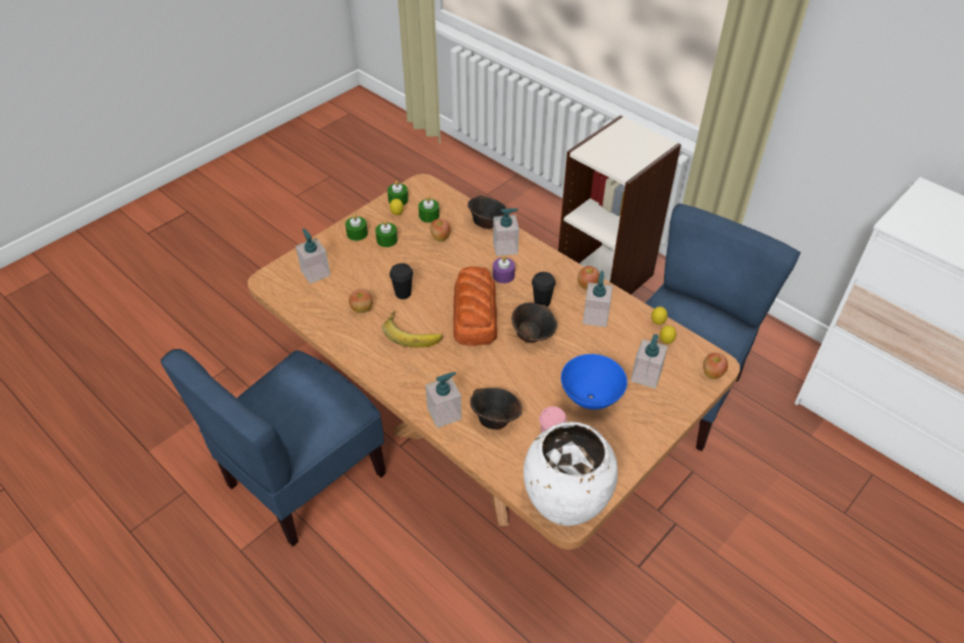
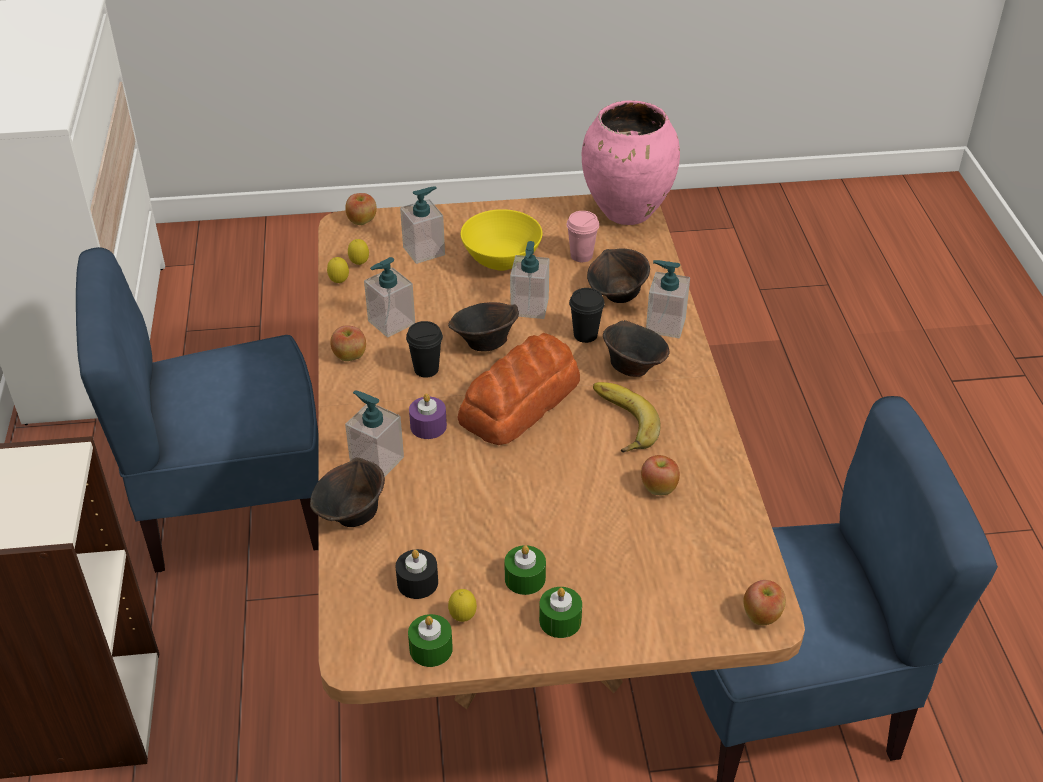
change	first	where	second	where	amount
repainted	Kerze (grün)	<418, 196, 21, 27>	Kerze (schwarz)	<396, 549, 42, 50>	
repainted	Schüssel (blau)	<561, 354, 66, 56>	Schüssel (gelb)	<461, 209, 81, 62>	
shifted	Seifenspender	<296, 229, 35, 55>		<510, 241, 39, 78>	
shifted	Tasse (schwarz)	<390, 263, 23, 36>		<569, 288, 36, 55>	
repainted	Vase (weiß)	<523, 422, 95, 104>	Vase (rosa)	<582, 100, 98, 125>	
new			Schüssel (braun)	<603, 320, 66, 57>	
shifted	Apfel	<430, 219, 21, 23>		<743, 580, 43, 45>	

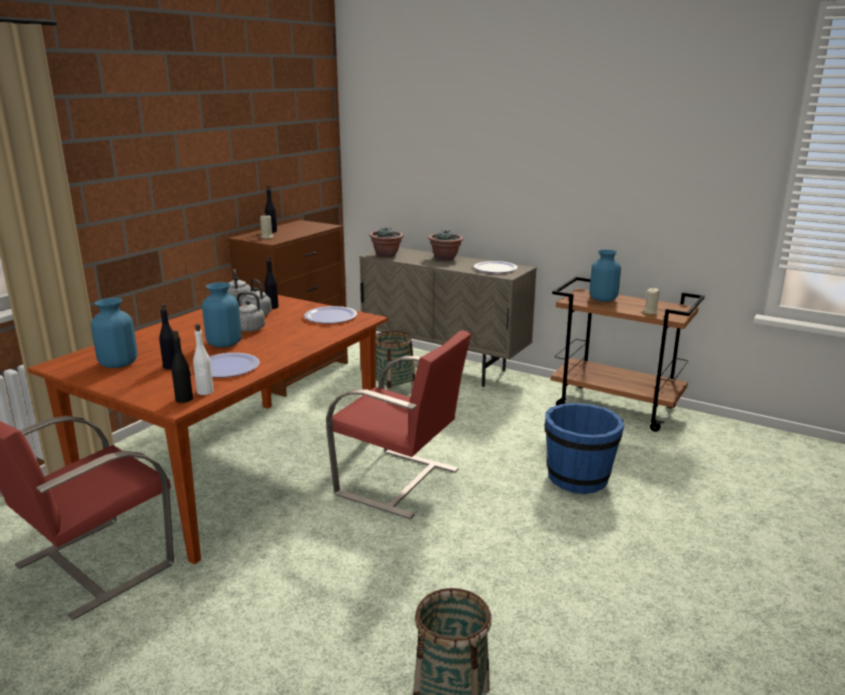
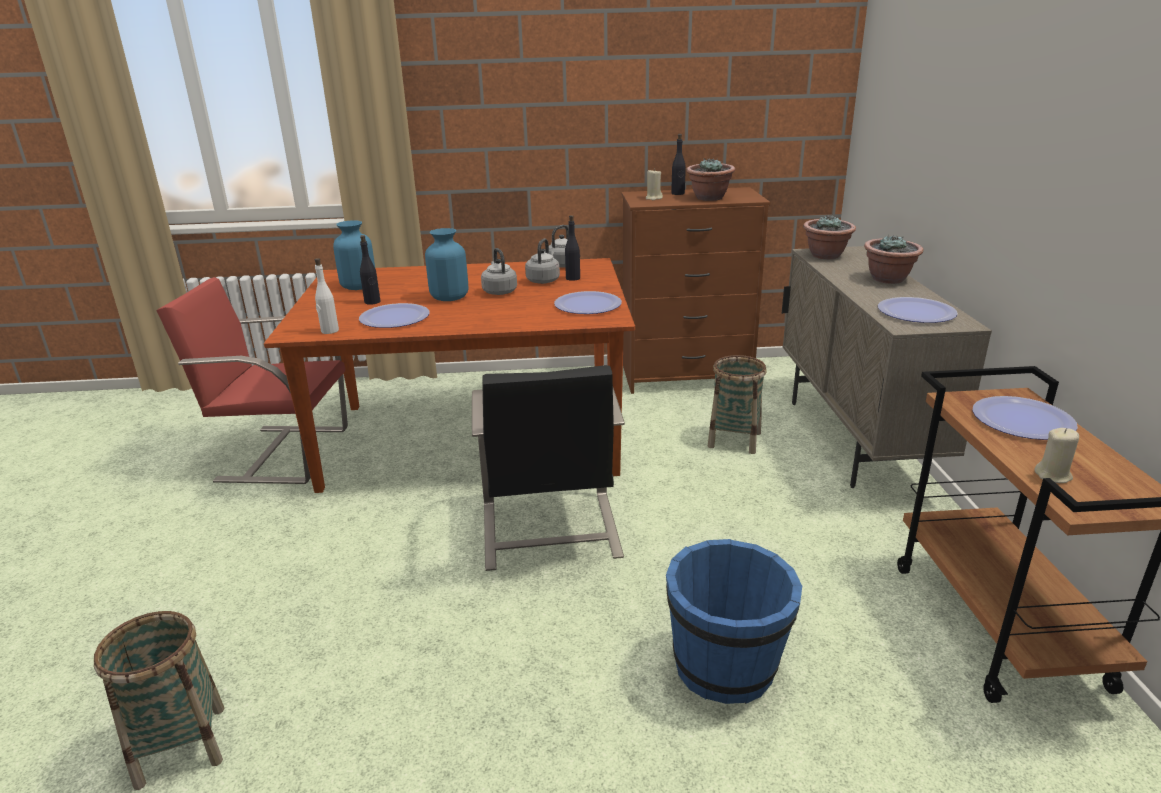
change	first	where	second	where	amount
repainted	Stuhl (rot)	<326, 330, 145, 189>	Stuhl (schwarz)	<472, 365, 153, 206>	
new			Topfpflanze	<686, 158, 49, 43>	
swapped	Vase (blau)	<589, 250, 32, 52>	Teller	<972, 396, 106, 44>	
gone	Flasche (schwarz)	<172, 330, 21, 73>			

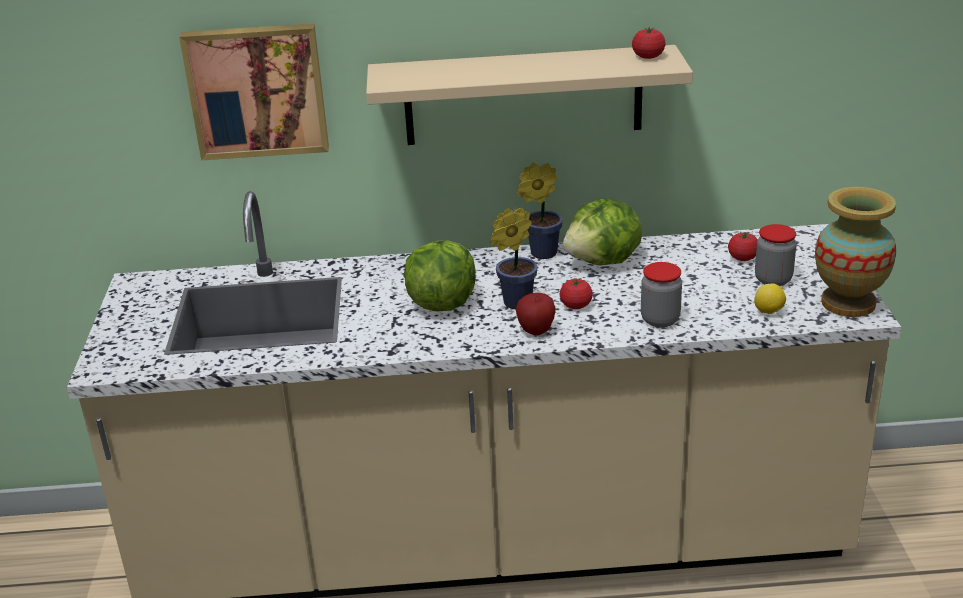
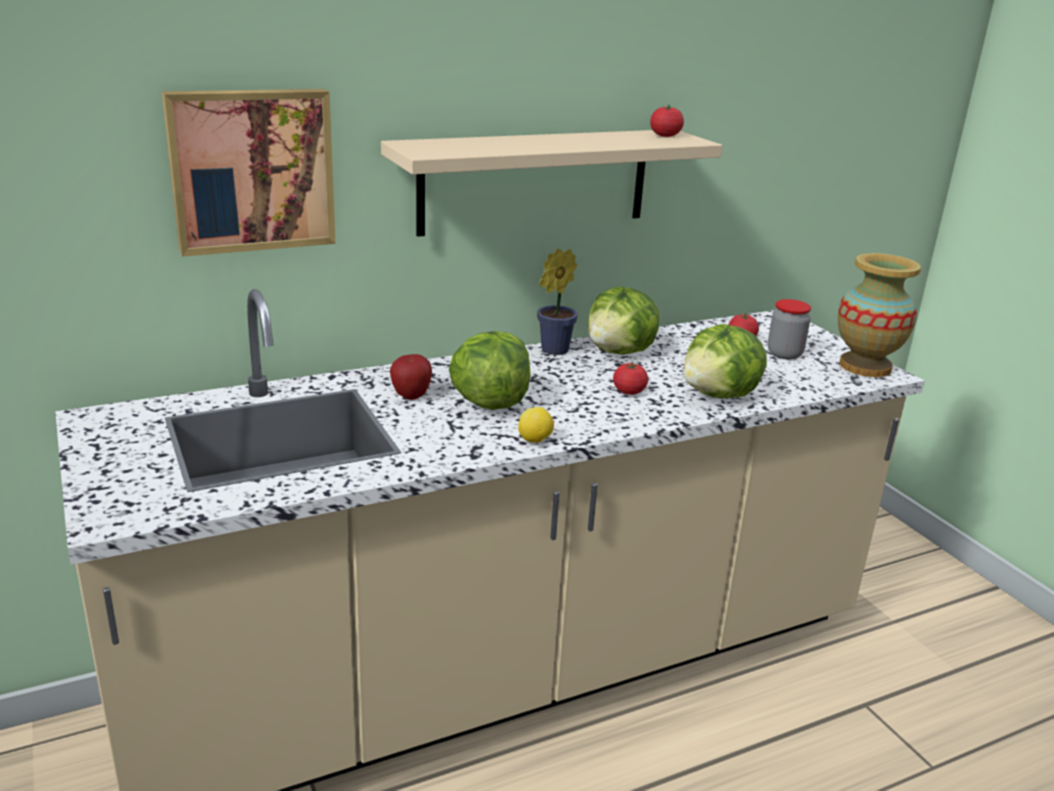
change	first	where	second	where	amount
shifted	Apfel	<516, 293, 40, 42>		<390, 354, 42, 46>	
shifted	Zitrone	<754, 283, 32, 31>		<518, 407, 36, 36>	
swapped	Vorratsglas	<641, 262, 41, 65>	Salatkopf	<683, 324, 84, 75>	
gone	Topfpflanze	<491, 208, 47, 101>			

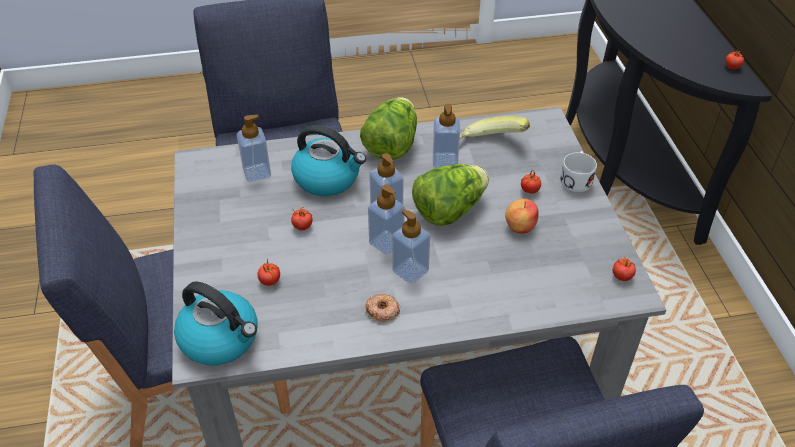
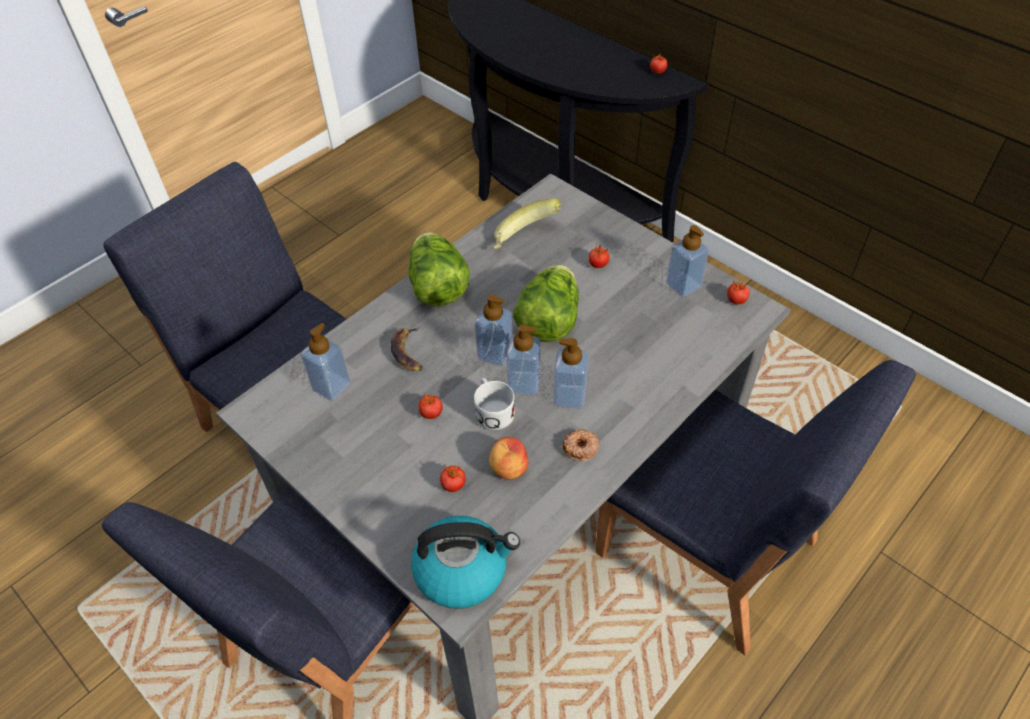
change	first	where	second	where	amount
swapped	Wasserkessel	<291, 125, 75, 71>	Banane	<391, 327, 32, 44>	
shifted	Henkelbecher (weiß)	<560, 151, 37, 41>		<474, 378, 41, 52>	
shifted	Apfel	<505, 199, 34, 35>		<489, 437, 40, 43>	
shifted	Seifenspender	<433, 104, 27, 64>		<666, 225, 43, 72>	

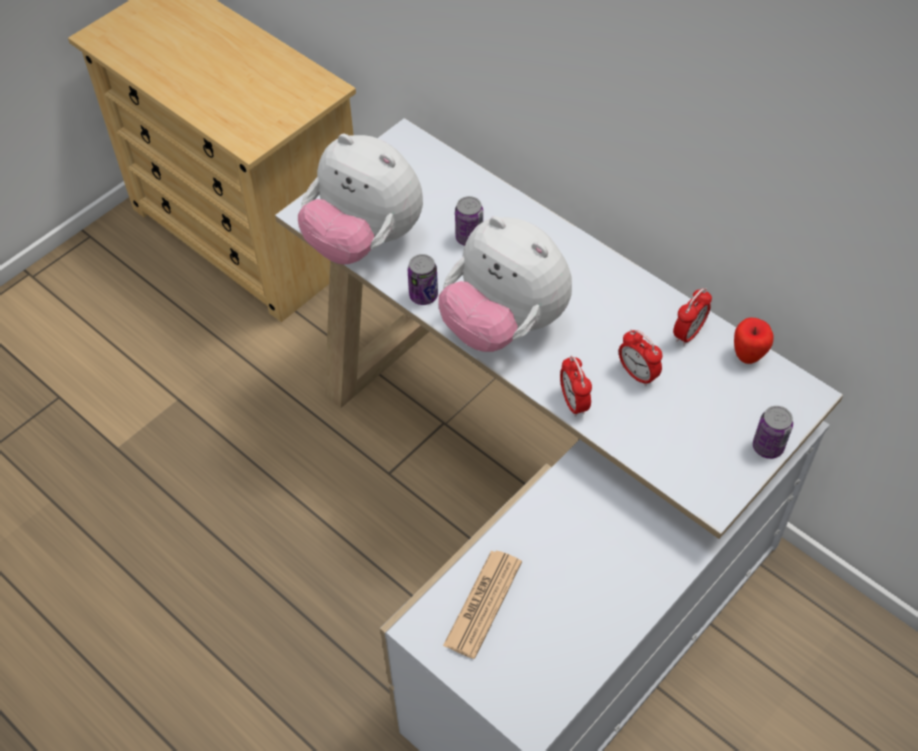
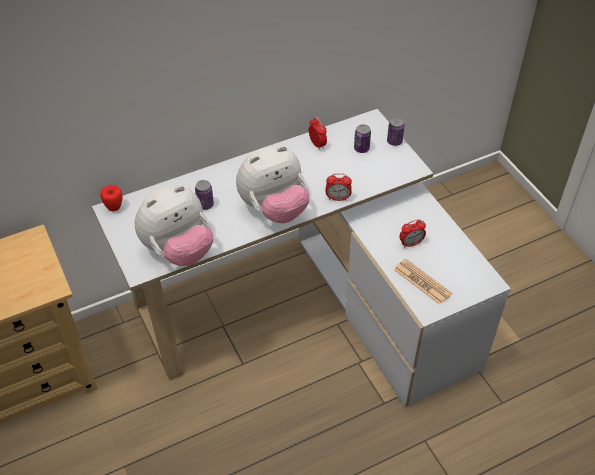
change	first	where	second	where	amount
shifted	Apfel	<734, 317, 40, 47>		<100, 185, 22, 26>	
shifted	Dose	<408, 254, 30, 51>		<354, 124, 17, 29>	
shifted	Wecker	<619, 330, 43, 56>		<399, 219, 27, 29>	

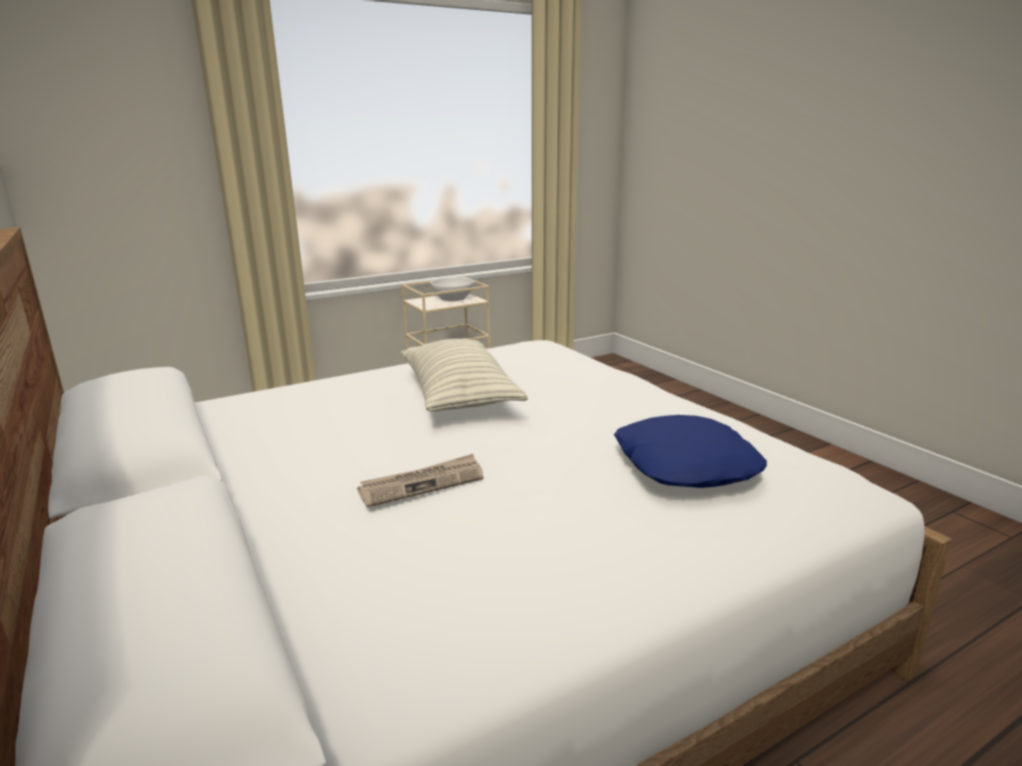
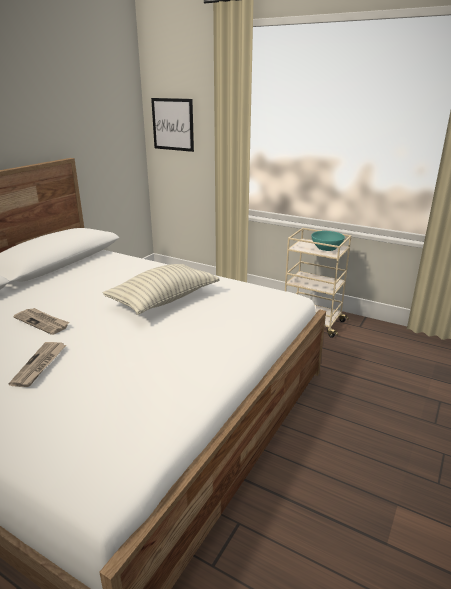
change	first	where	second	where	amount
new			Zeitung	<9, 342, 57, 45>	
new			Bild	<151, 98, 43, 54>	
repainted	Schüssel (weiß)	<431, 277, 43, 24>	Schüssel (türkis)	<311, 231, 34, 20>	
gone	Kissen (blau)	<614, 415, 153, 73>			

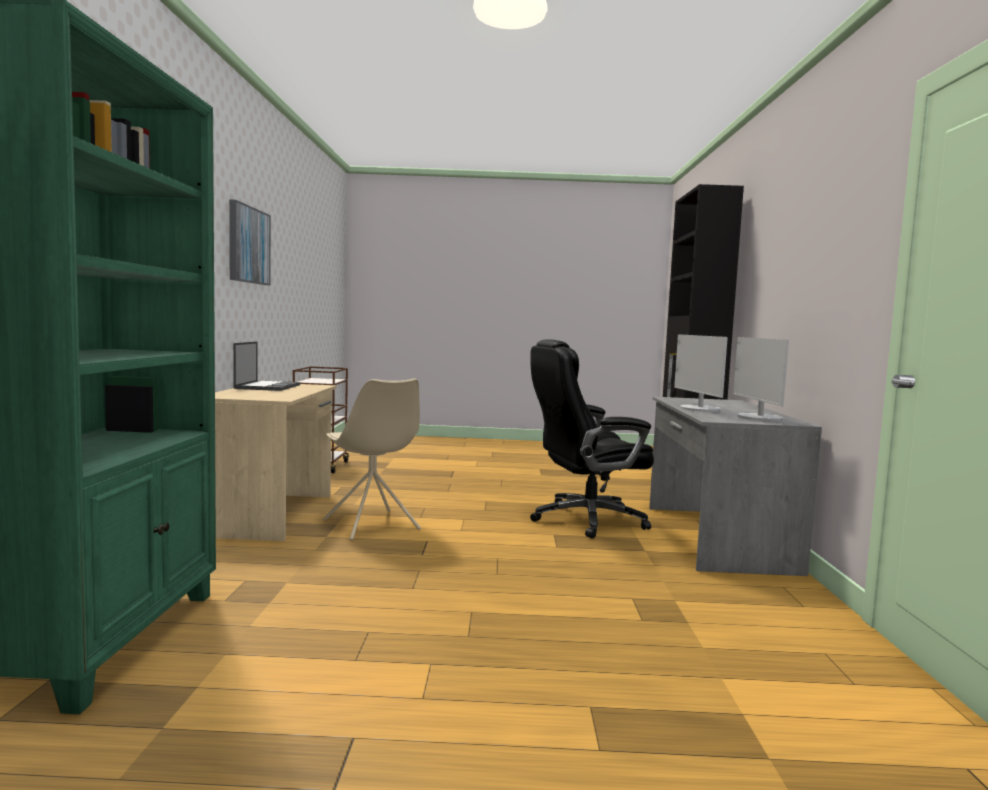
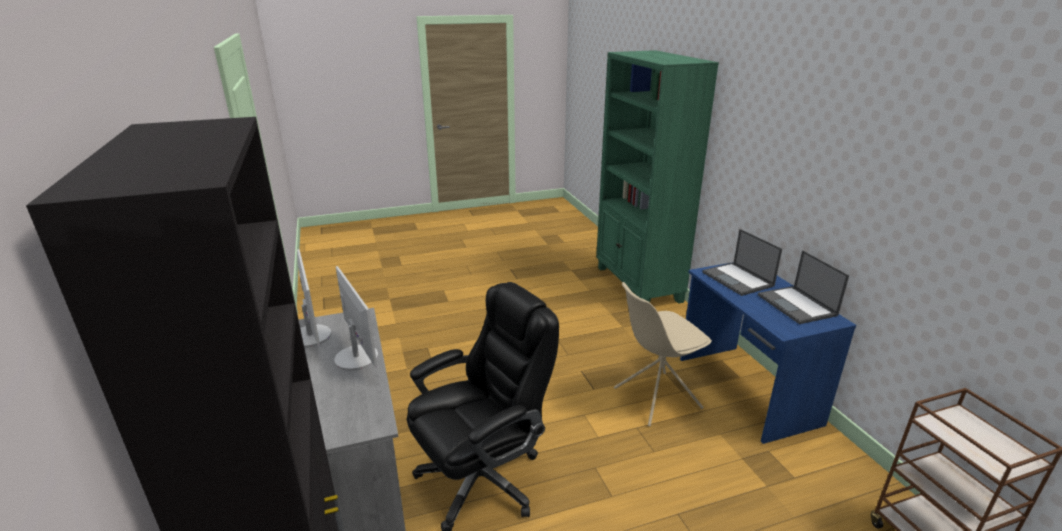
change	first	where	second	where	amount
rotated	Stuhl (beige)	<323, 378, 98, 162>		<614, 282, 98, 144>	60 degrees counterclockwise
repainted	Schreibtisch (beige)	<215, 384, 121, 157>	Schreibtisch (blau)	<680, 262, 176, 182>	
new			Laptop	<702, 229, 80, 67>	
gone	Bild	<229, 199, 42, 86>			

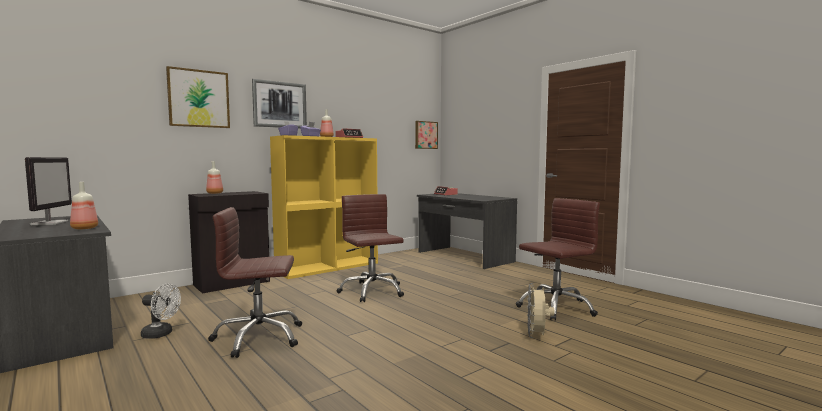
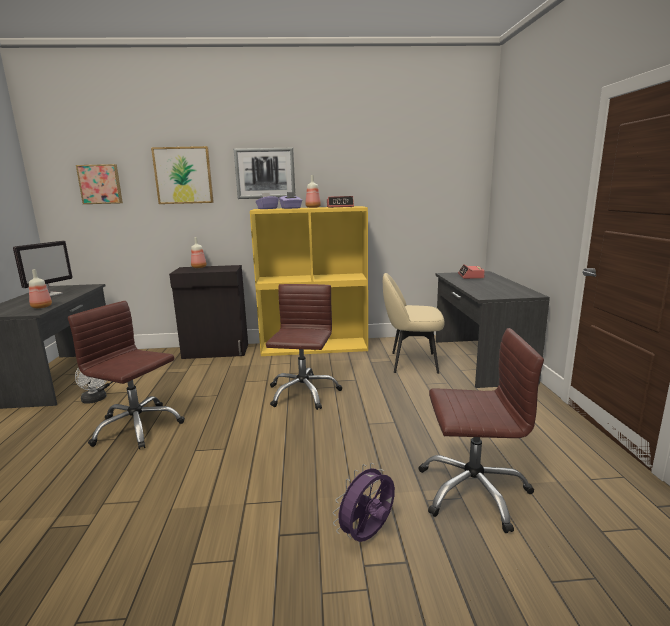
change	first	where	second	where	amount
shifted	Bild	<415, 121, 23, 28>		<76, 164, 47, 40>	
repainted	Ventilator (beige)	<527, 283, 27, 55>	Ventilator (lila)	<333, 463, 62, 79>	
new			Stuhl (beige)	<383, 273, 62, 101>	

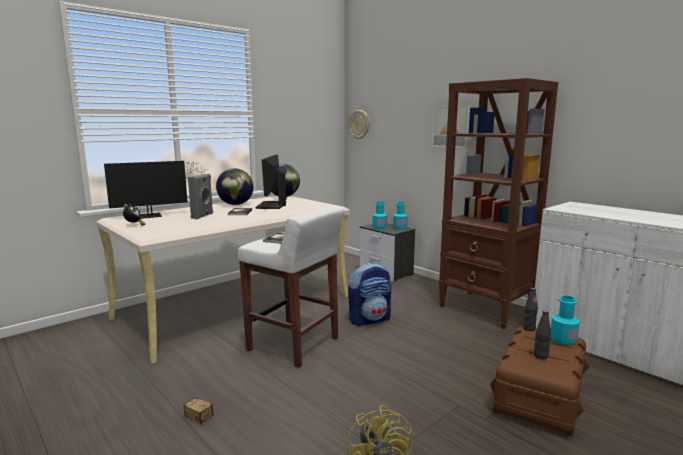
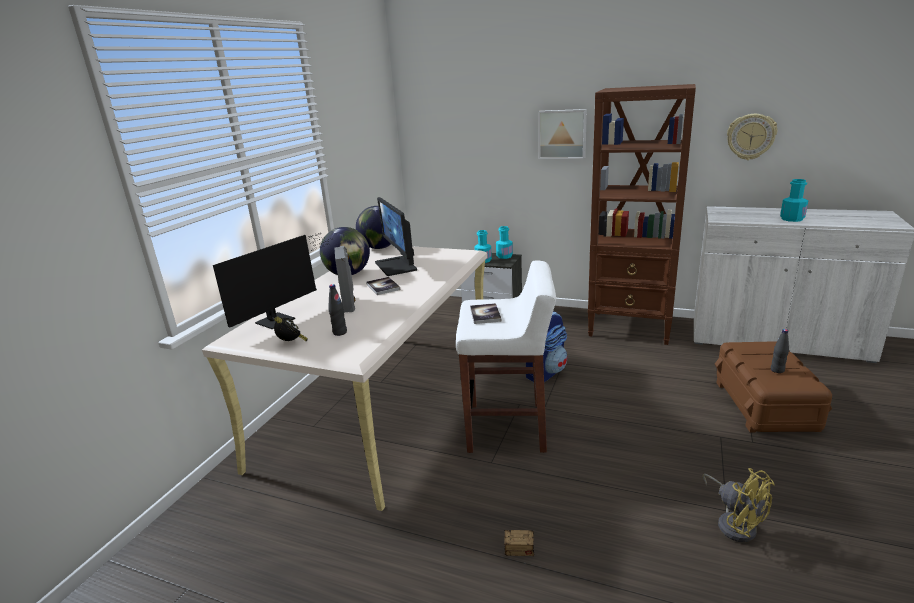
change	first	where	second	where	amount
shifted	Flasche (schwarz)	<523, 288, 15, 43>		<328, 284, 19, 52>	
shifted	Wanduhr	<349, 110, 21, 30>		<727, 114, 50, 46>	
shifted	Flasche (türkis)	<551, 295, 29, 50>		<780, 179, 28, 43>	

